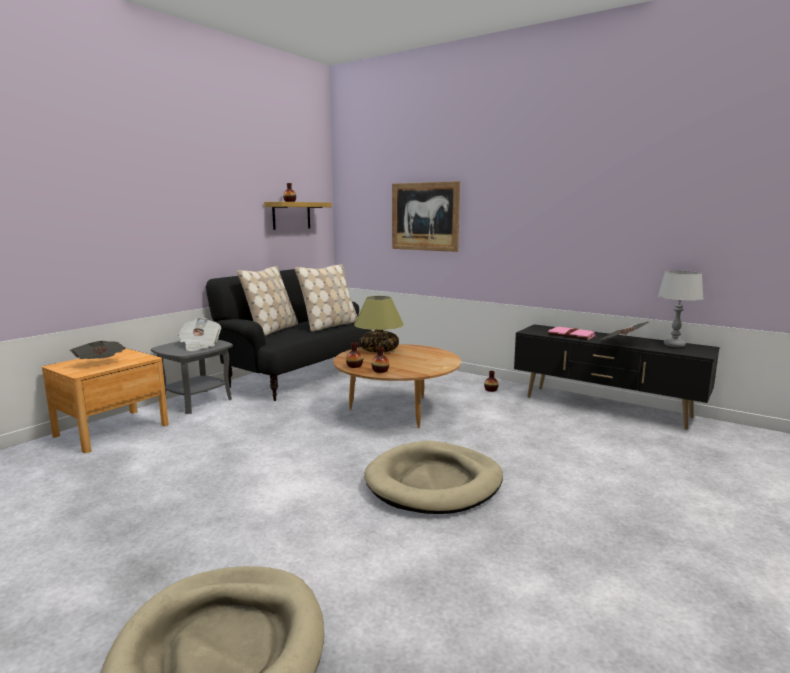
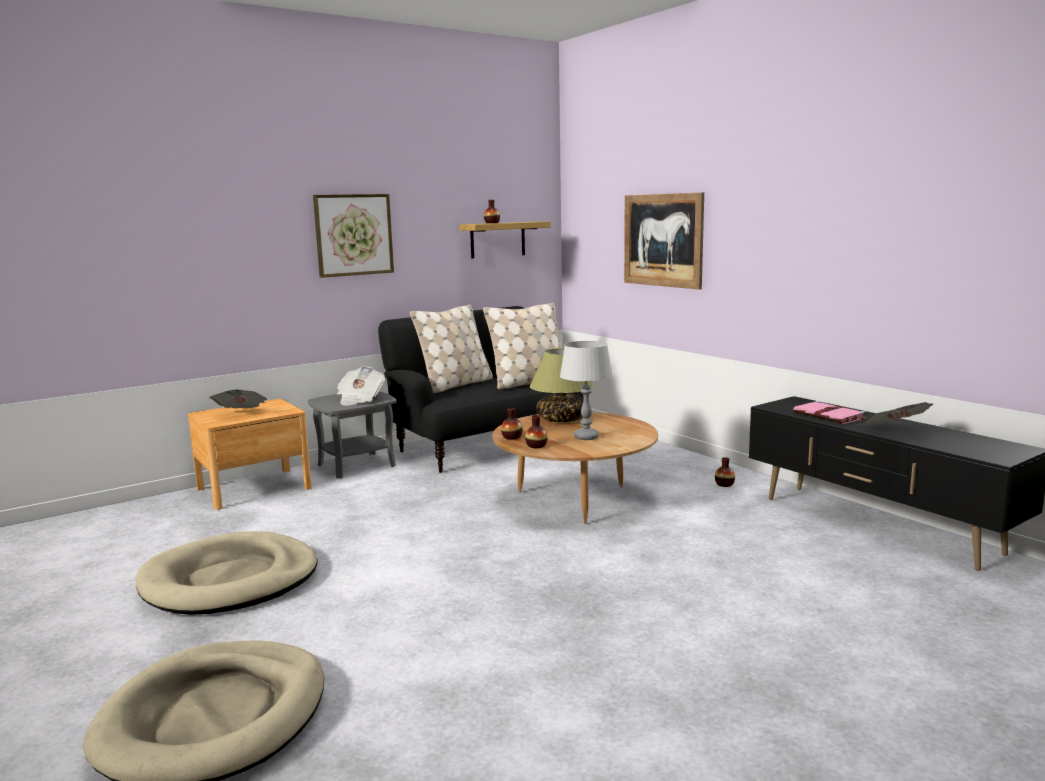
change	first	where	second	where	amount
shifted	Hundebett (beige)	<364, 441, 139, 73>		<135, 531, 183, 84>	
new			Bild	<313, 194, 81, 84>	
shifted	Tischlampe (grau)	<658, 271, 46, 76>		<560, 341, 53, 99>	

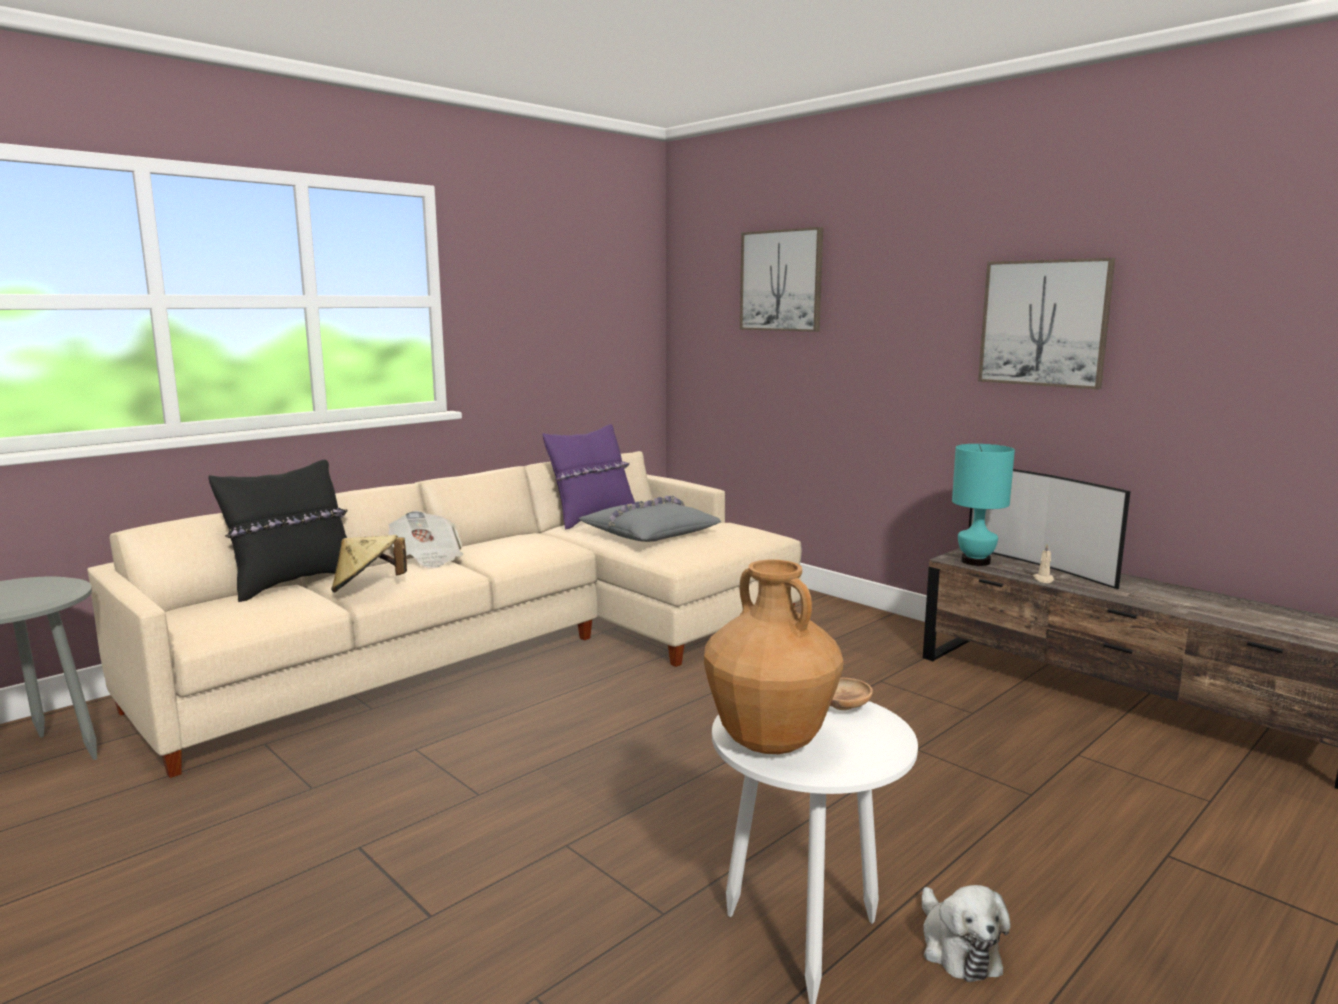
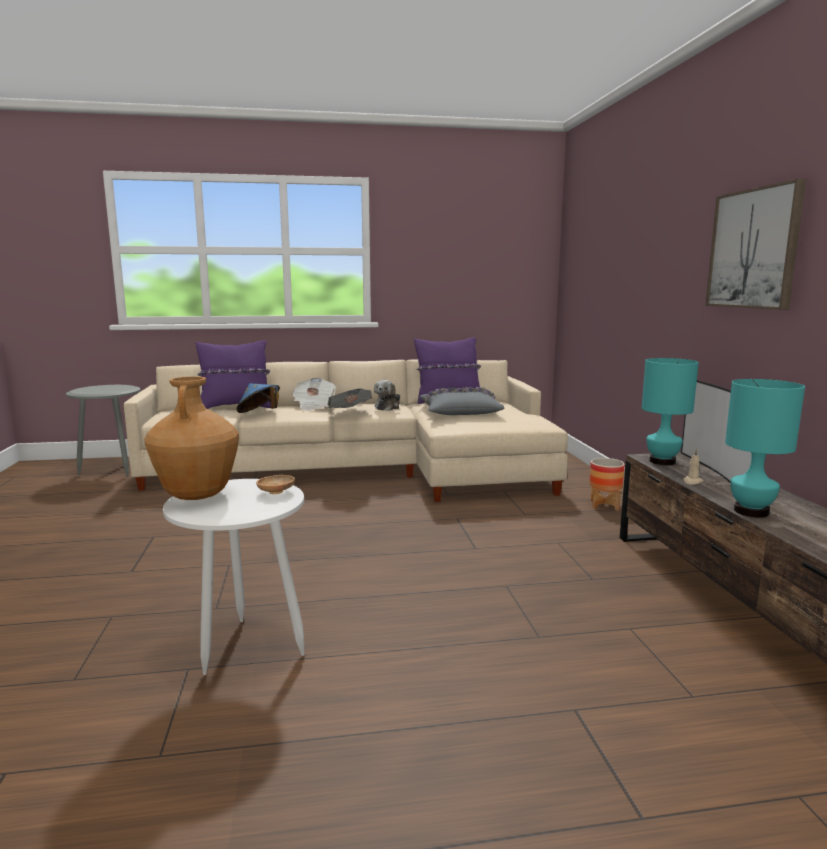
change	first	where	second	where	amount
repainted	Kissen (schwarz)	<208, 460, 140, 142>	Kissen (lila)	<196, 340, 75, 69>	
repainted	Hut (beige)	<331, 535, 76, 57>	Hut (blau)	<237, 383, 43, 30>	
new			Zeitung	<328, 389, 44, 19>	
shifted	Plüschtier	<922, 885, 89, 97>		<374, 380, 26, 31>	
new			Pflanzkübel	<589, 458, 36, 52>	
new			Tischlampe (türkis)	<725, 379, 80, 139>	
gone	Bild	<740, 227, 84, 105>			

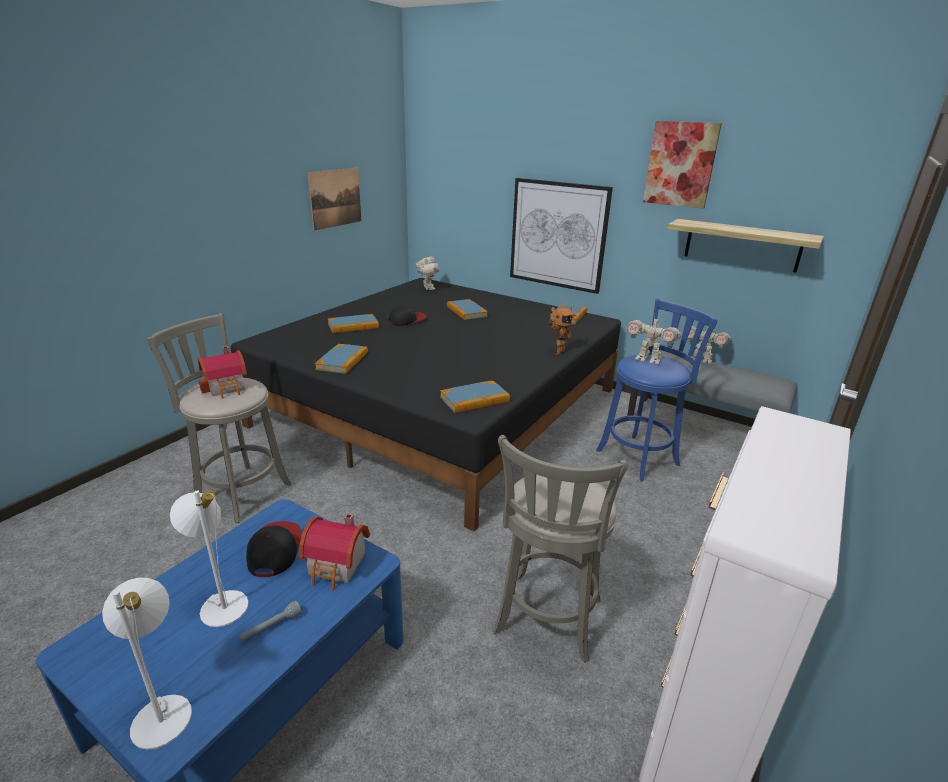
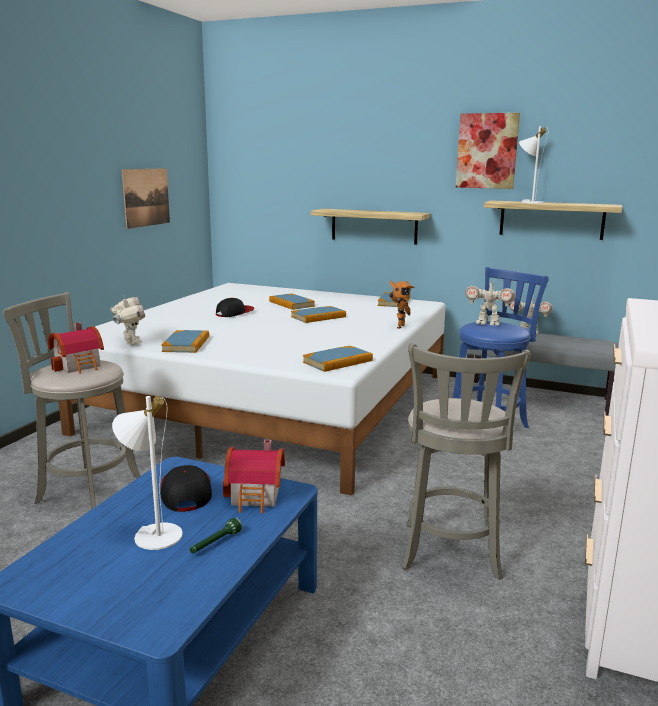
change	first	where	second	where	amount
repainted	Bett (schwarz)	<230, 278, 391, 254>	Bett (weiß)	<58, 283, 388, 213>	
shifted	Spielzeugroboter	<415, 256, 24, 34>		<110, 295, 35, 50>	
repainted	Taschenlampe (grau)	<239, 600, 63, 41>	Taschenlampe (grün)	<190, 518, 52, 36>	
shifted	Buch	<328, 314, 51, 19>		<291, 306, 55, 17>	
swapped	Bild	<510, 178, 103, 116>	Wandregal	<311, 209, 119, 35>	
shifted	Tischlampe (weiß)	<102, 578, 90, 172>		<519, 126, 30, 77>	

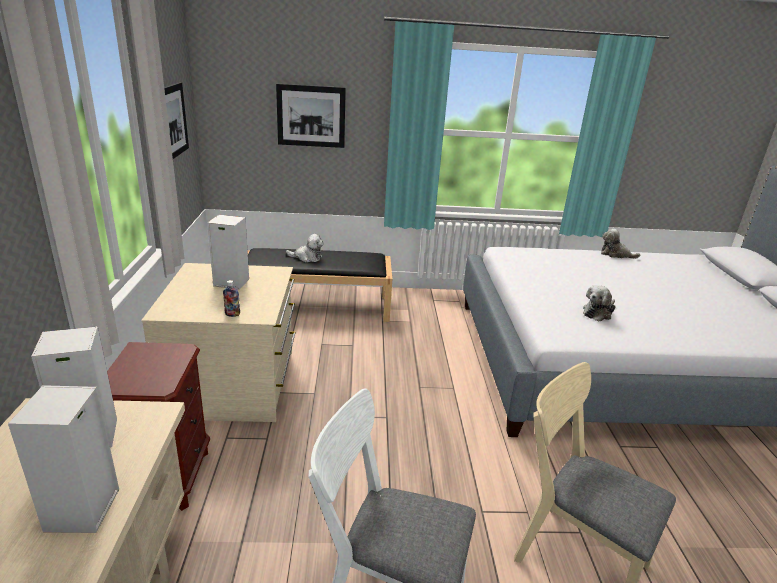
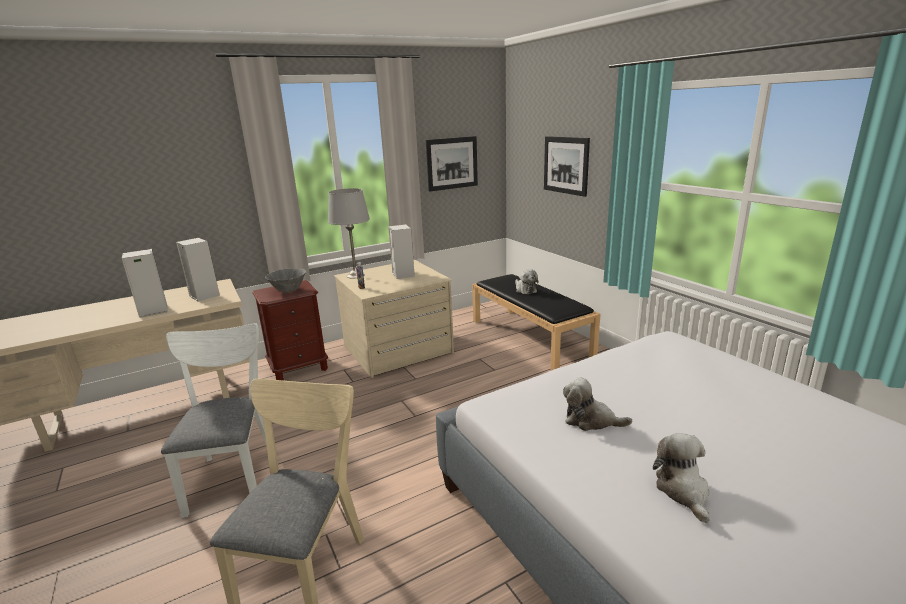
change	first	where	second	where	amount
new			Schüssel (grau)	<265, 268, 41, 25>	
new			Tischlampe (grau)	<328, 188, 42, 90>	
shifted	Plüschtier	<601, 229, 39, 30>		<653, 433, 57, 91>	

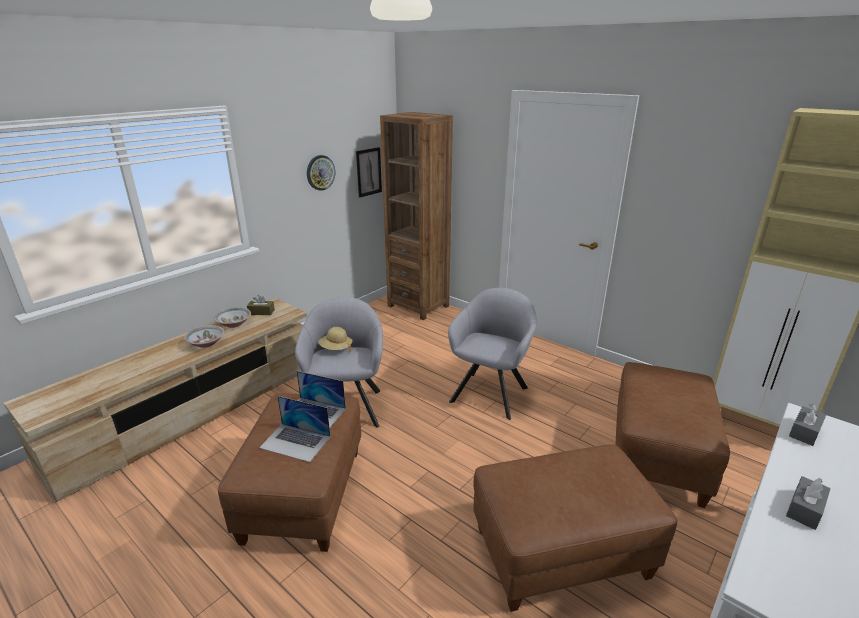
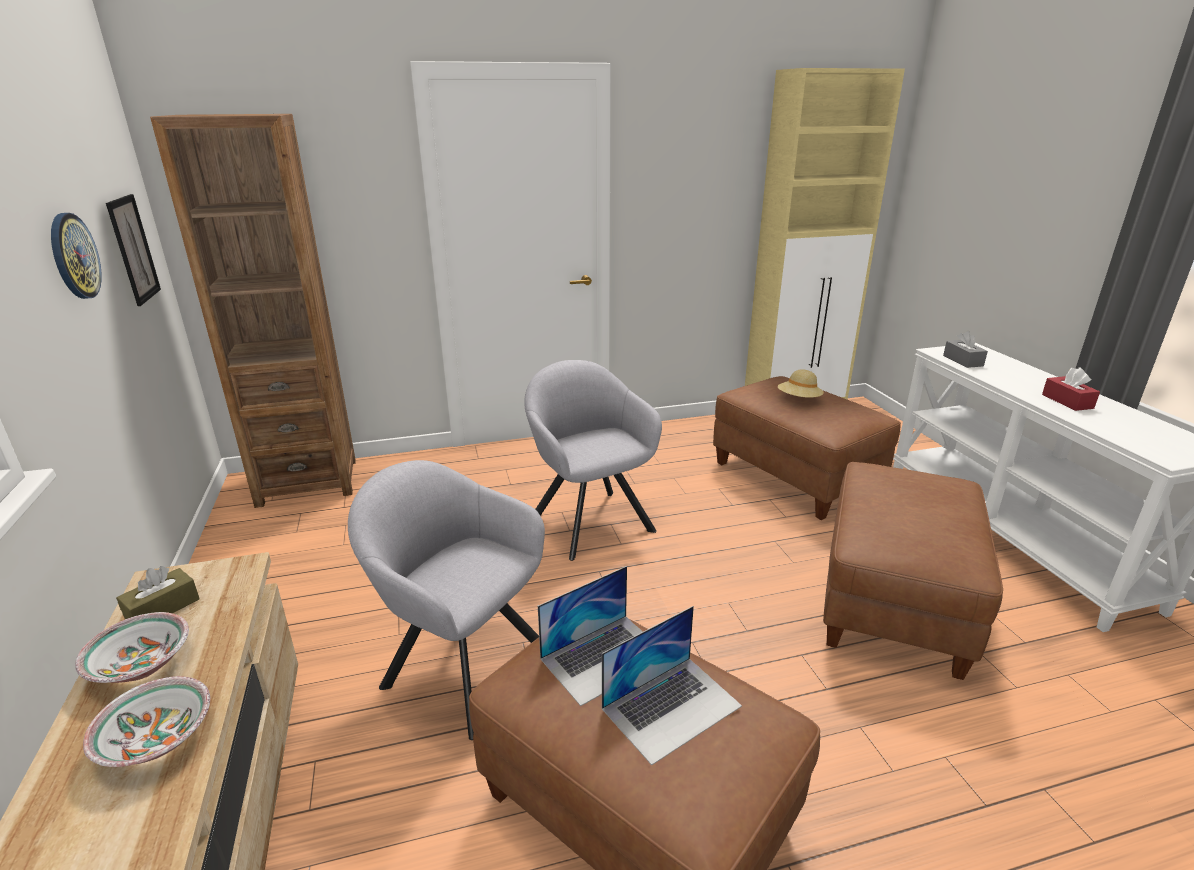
change	first	where	second	where	amount
shifted	Hut (beige)	<318, 327, 34, 25>		<778, 369, 46, 29>	
repainted	Taschentuchbox (grau)	<786, 476, 44, 54>	Taschentuchbox (rot)	<1042, 367, 58, 44>	

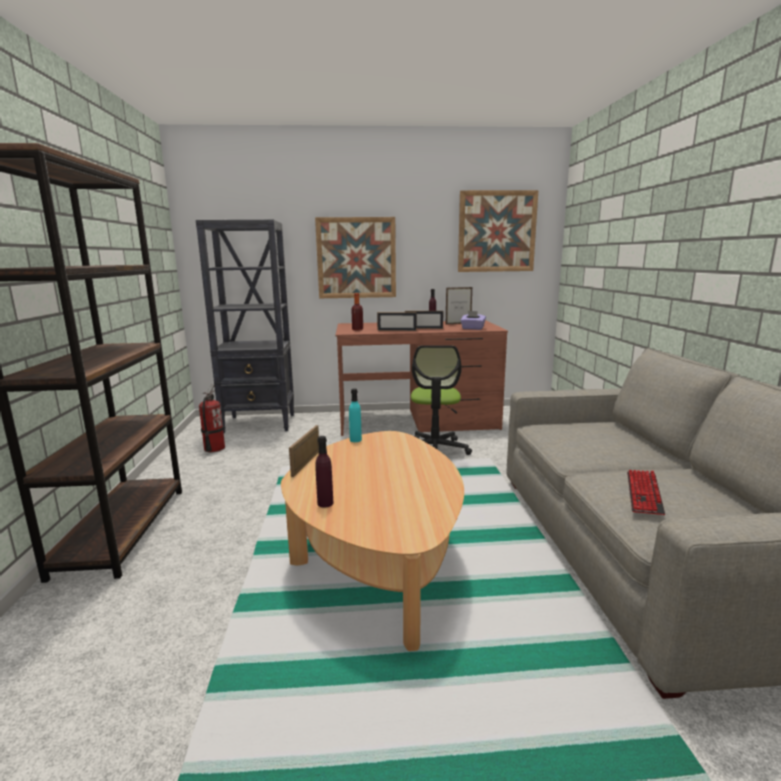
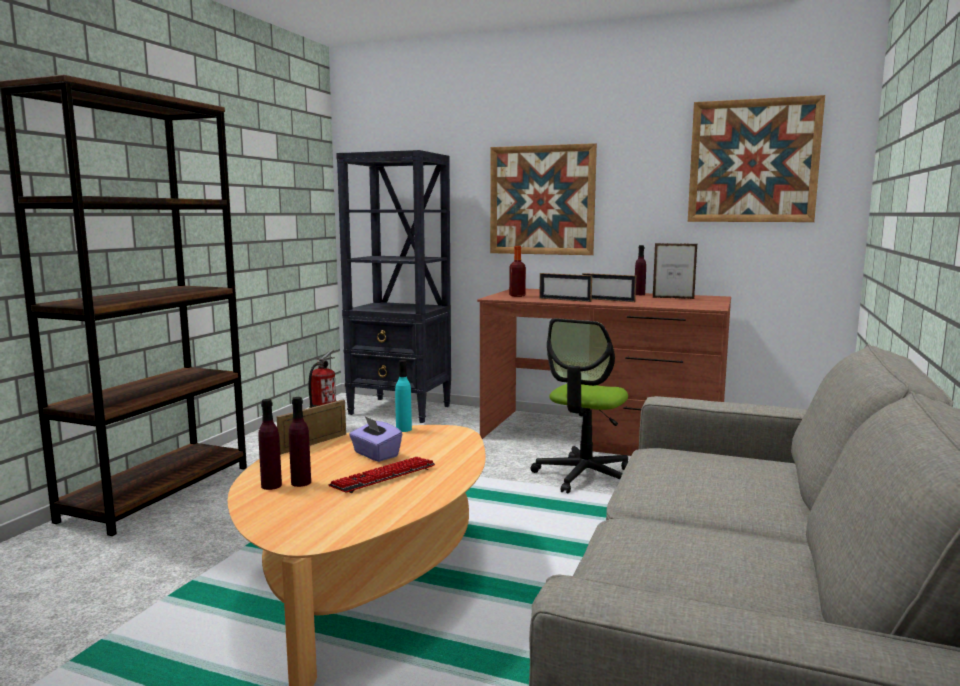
change	first	where	second	where	amount
new			Flasche (lila)	<289, 397, 22, 90>	
shifted	Tastatur	<627, 470, 38, 45>		<329, 457, 106, 36>	
shifted	Taschentuchbox (lila)	<460, 311, 26, 19>		<349, 416, 53, 46>	

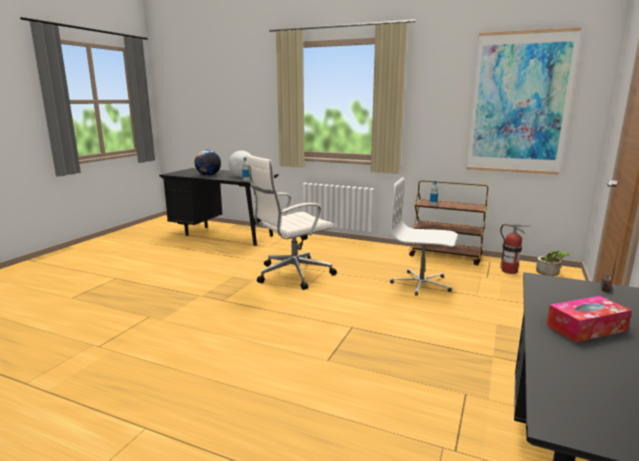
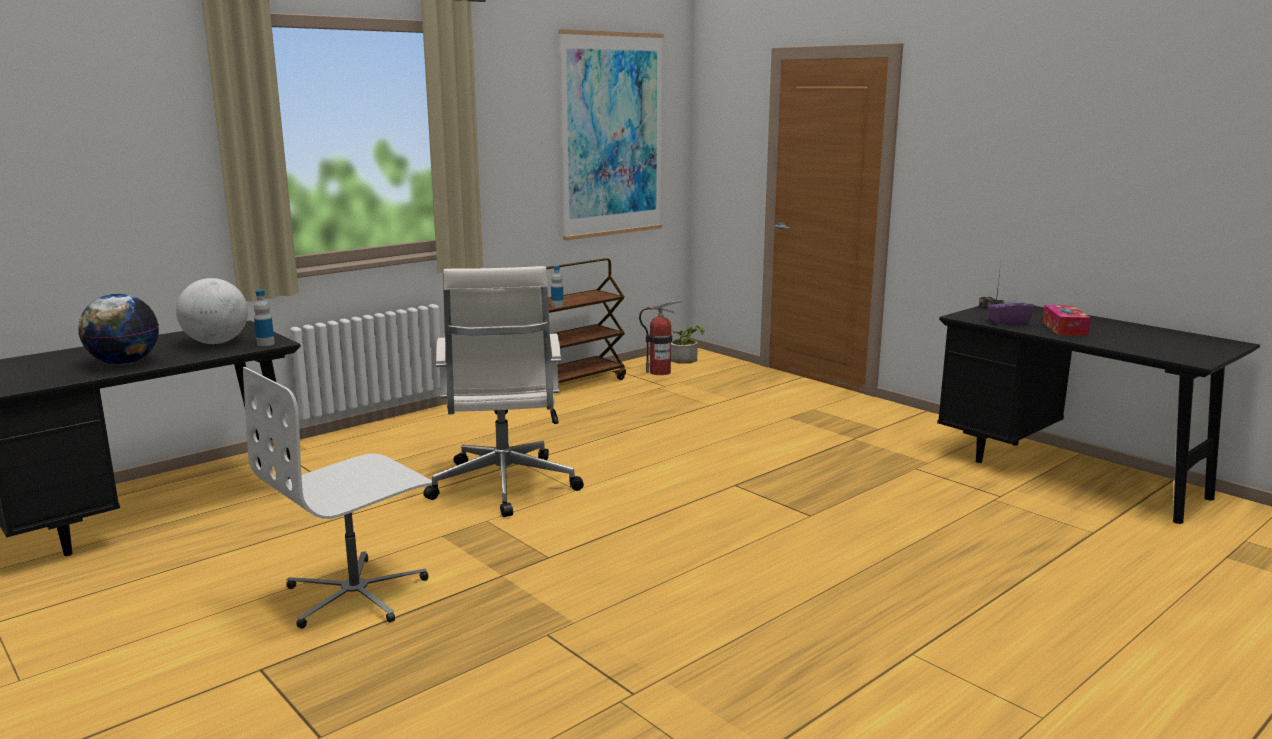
change	first	where	second	where	amount
shifted	Bürostuhl (weiß)	<390, 177, 68, 119>		<243, 367, 189, 262>	
new			Taschentuchbox (lila)	<988, 293, 47, 32>	

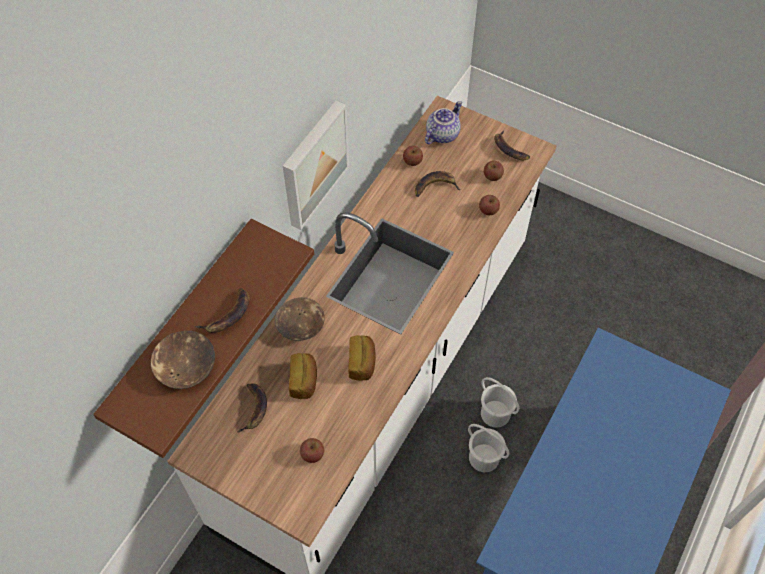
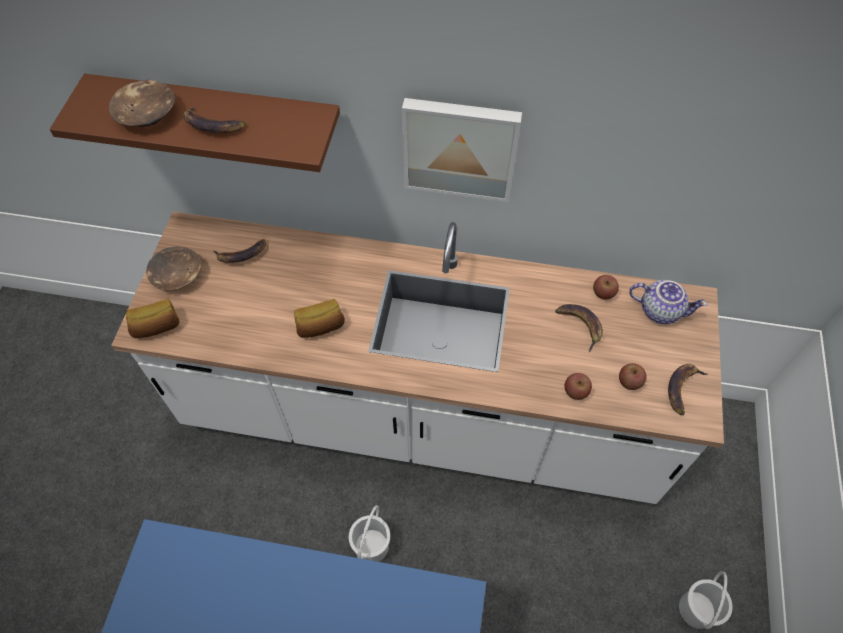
change	first	where	second	where	amount
shifted	Brot	<289, 353, 28, 46>		<126, 299, 53, 39>	
shifted	Schüssel (braun)	<275, 297, 50, 44>		<146, 247, 55, 44>	
shifted	Eimer (weiß)	<481, 377, 38, 50>		<679, 571, 54, 58>	
gone	Apfel	<300, 438, 24, 25>			

